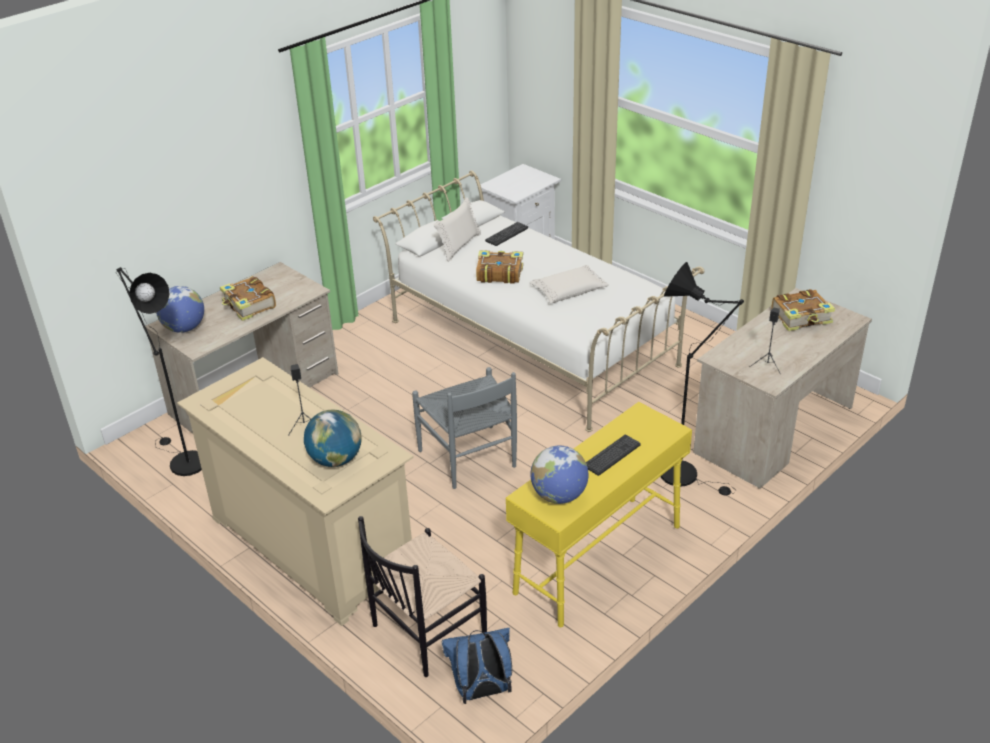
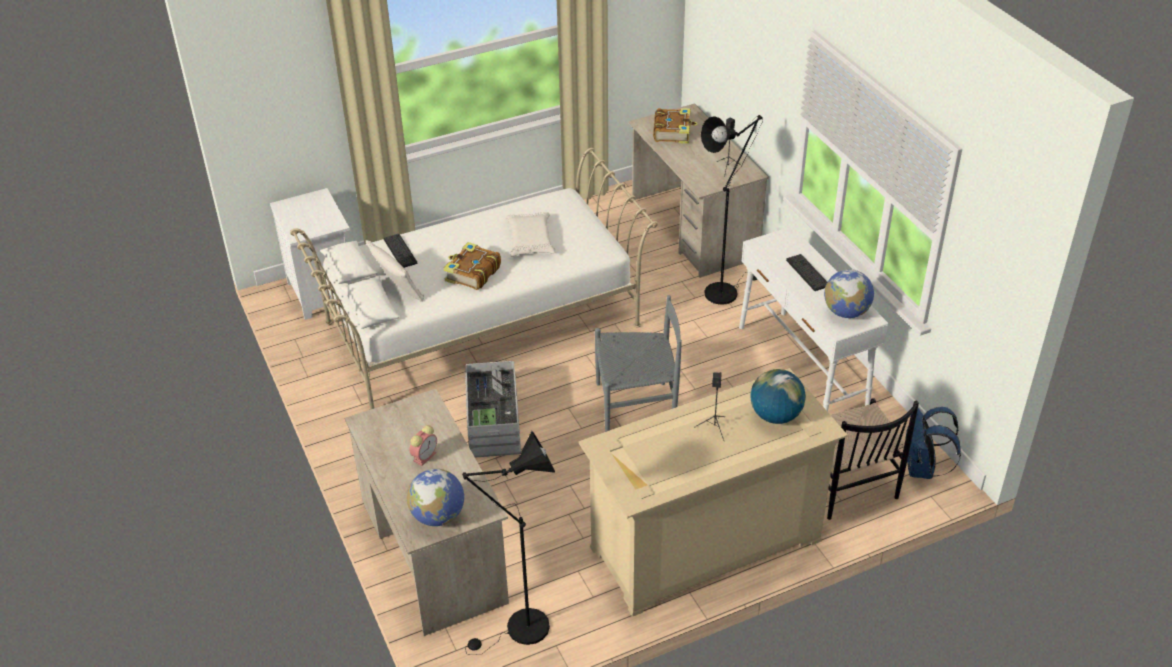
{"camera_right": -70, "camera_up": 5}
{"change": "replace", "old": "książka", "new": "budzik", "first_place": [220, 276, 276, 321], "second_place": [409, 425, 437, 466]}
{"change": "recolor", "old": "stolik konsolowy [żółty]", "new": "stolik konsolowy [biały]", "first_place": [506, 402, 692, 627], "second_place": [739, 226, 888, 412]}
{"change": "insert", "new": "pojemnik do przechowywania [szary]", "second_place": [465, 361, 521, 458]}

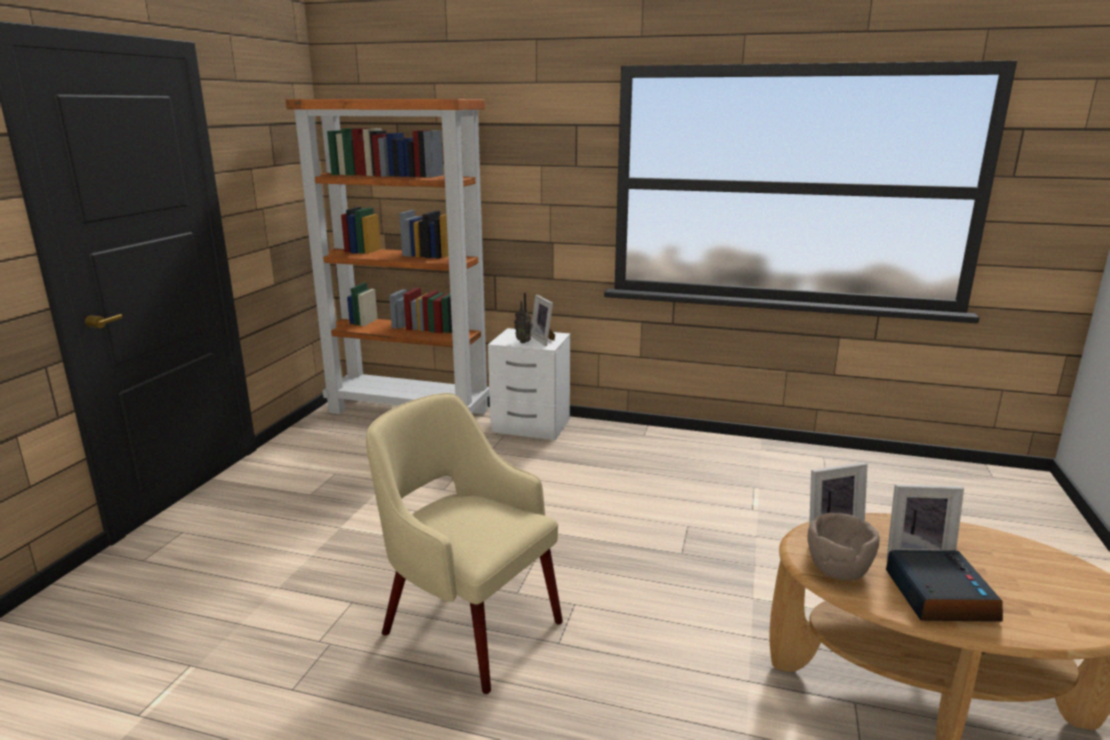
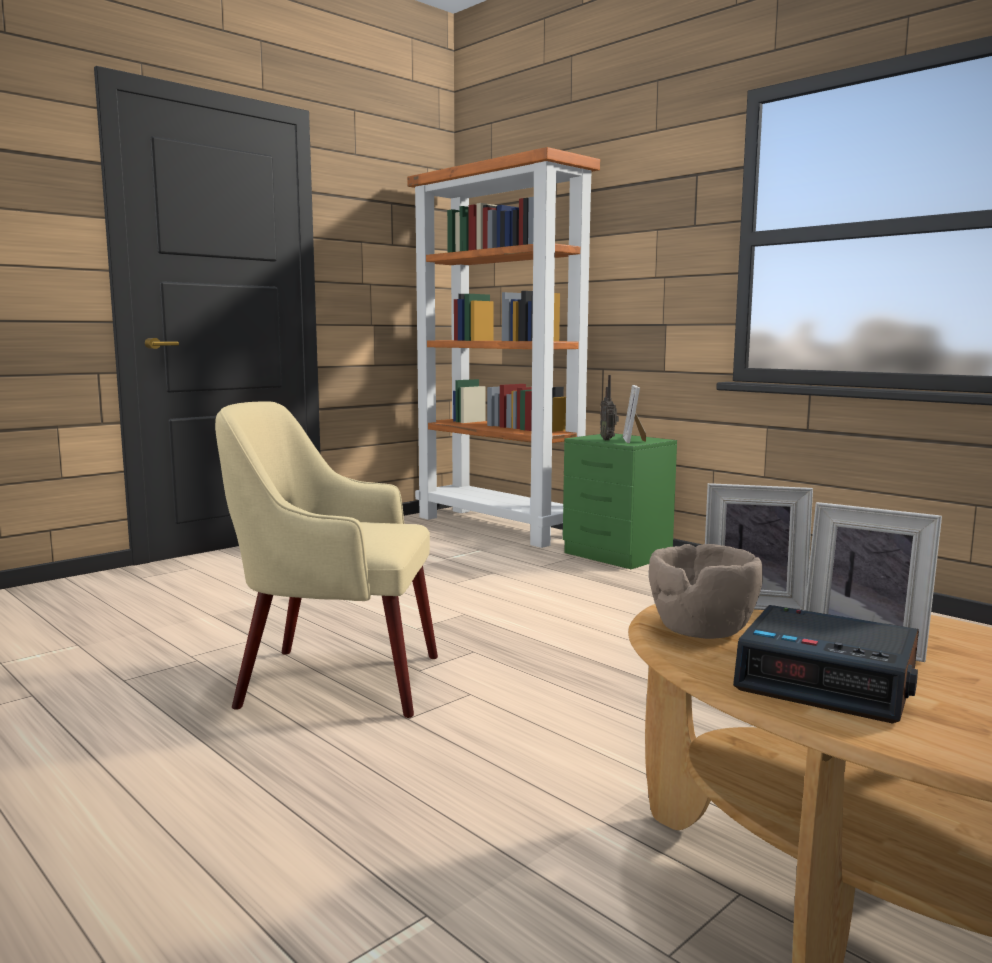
{"camera_right": 30, "camera_up": -10}
{"change": "recolor", "old": "szafka nocna [biały]", "new": "szafka nocna [zielony]", "first_place": [488, 328, 570, 440], "second_place": [563, 434, 677, 569]}
{"change": "rotate", "old": "fotel [beżowy]", "first_place": [366, 393, 563, 694], "second_place": [215, 401, 438, 718], "degrees": -60}
{"change": "rotate", "old": "budzik", "first_place": [886, 550, 1003, 622], "second_place": [733, 605, 919, 724], "degrees": 90}

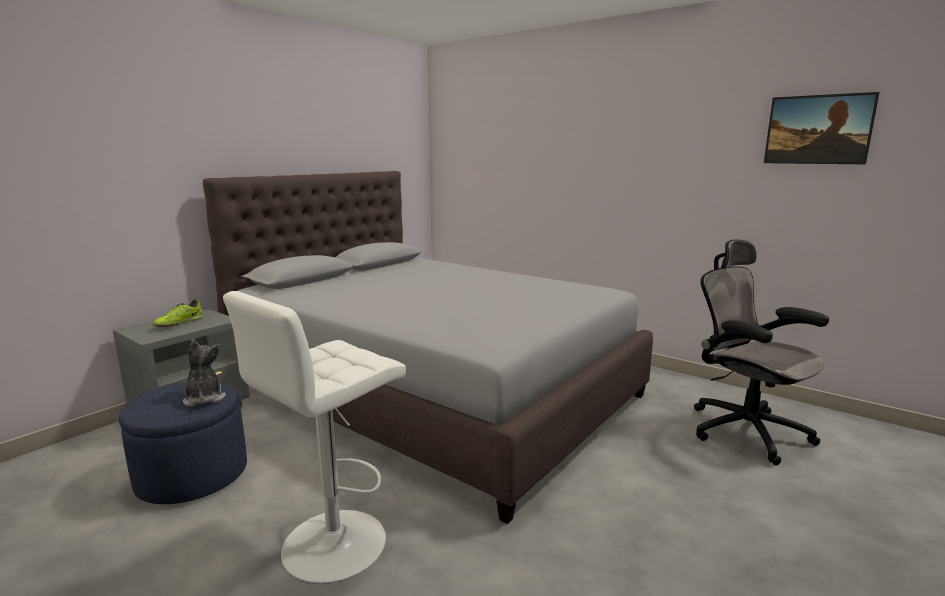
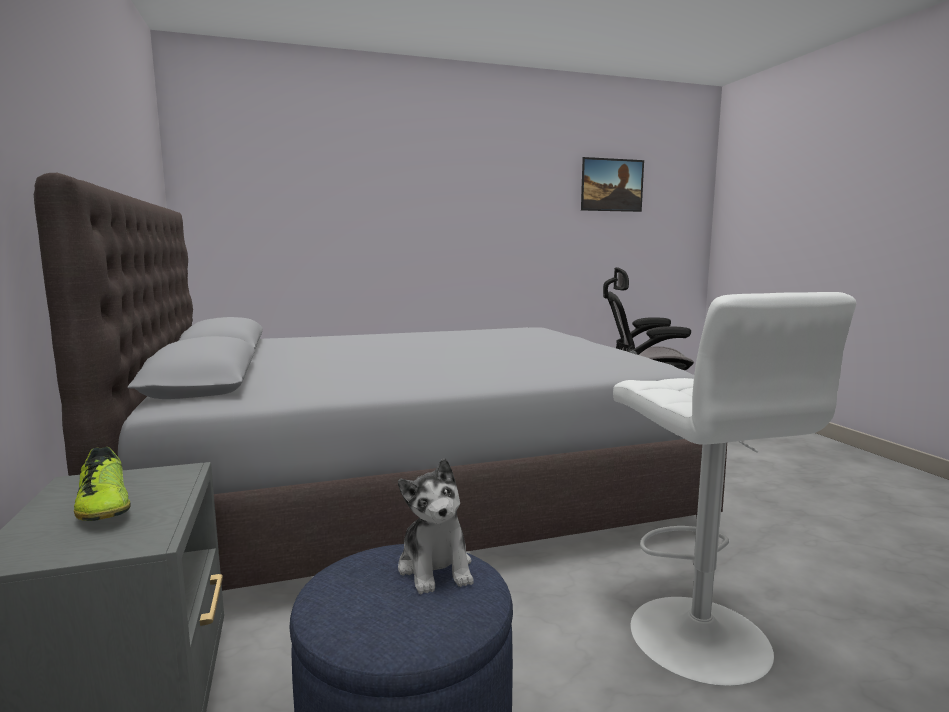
{"camera_right": -55, "camera_up": -5}
{"change": "rotate", "old": "pluszak", "first_place": [183, 339, 226, 407], "second_place": [398, 458, 473, 594], "degrees": -120}

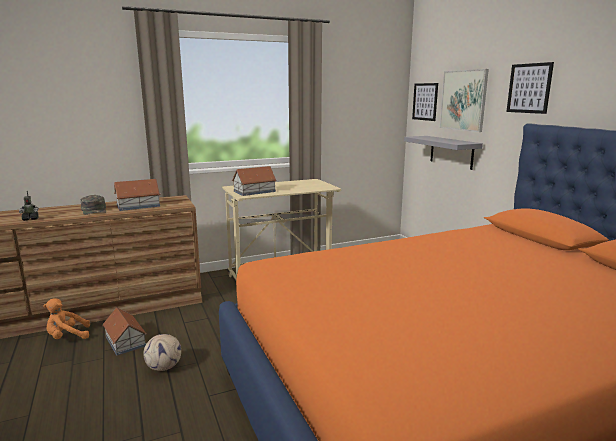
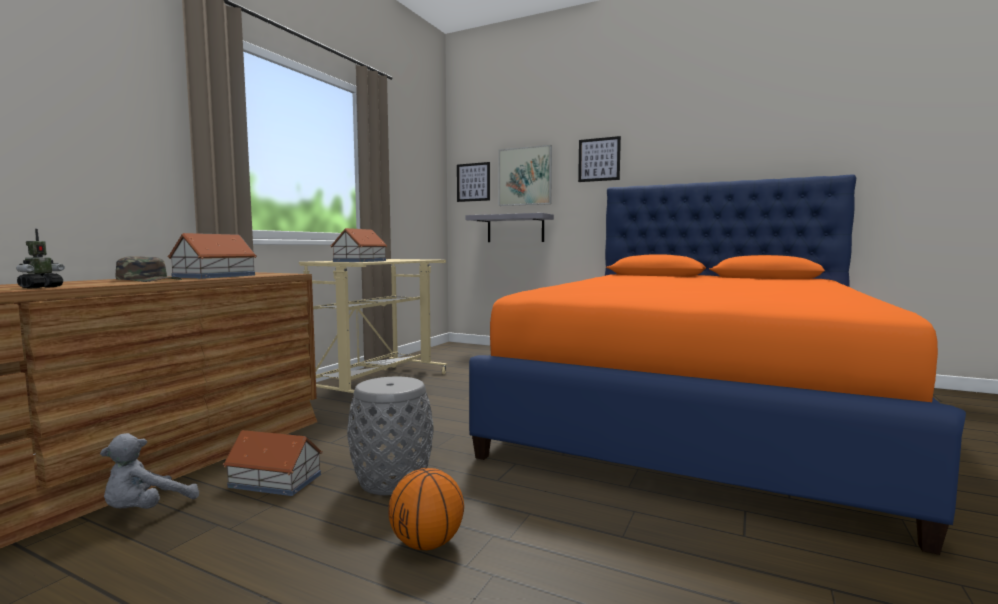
{"camera_right": -40, "camera_up": -10}
{"change": "recolor", "old": "pluszak [pomarańczowy]", "new": "pluszak [szary]", "first_place": [43, 298, 90, 339], "second_place": [100, 433, 199, 509]}
{"change": "replace", "old": "piłka futbolowa", "new": "stołek [szary]", "first_place": [143, 334, 181, 371], "second_place": [347, 377, 433, 495]}
{"change": "insert", "new": "piłka do koszykówki", "second_place": [388, 468, 464, 550]}

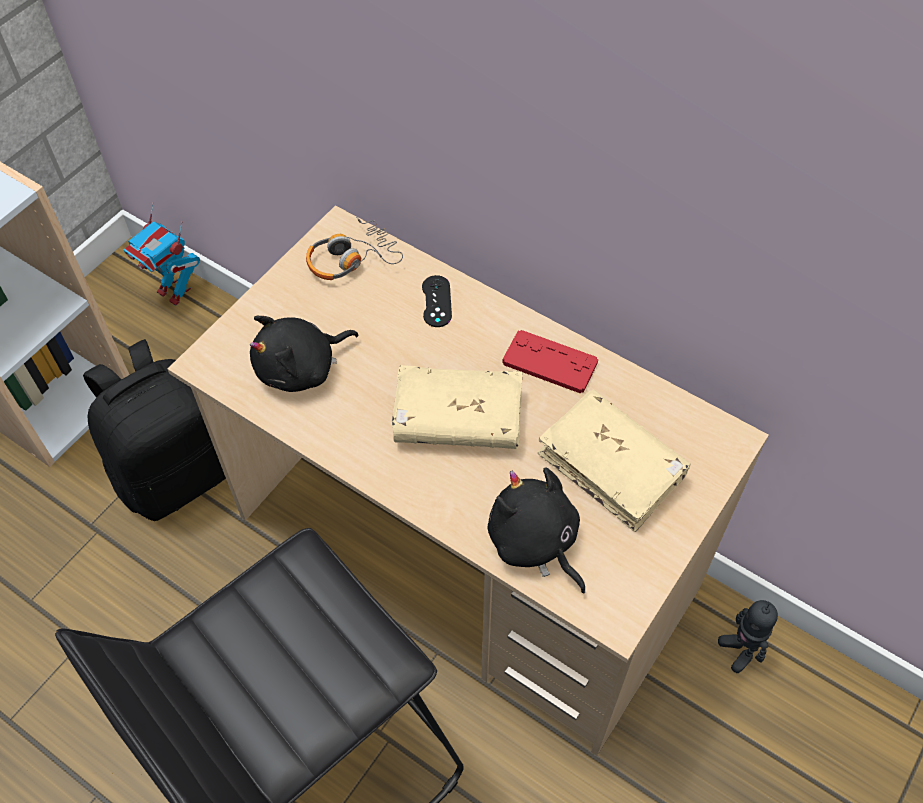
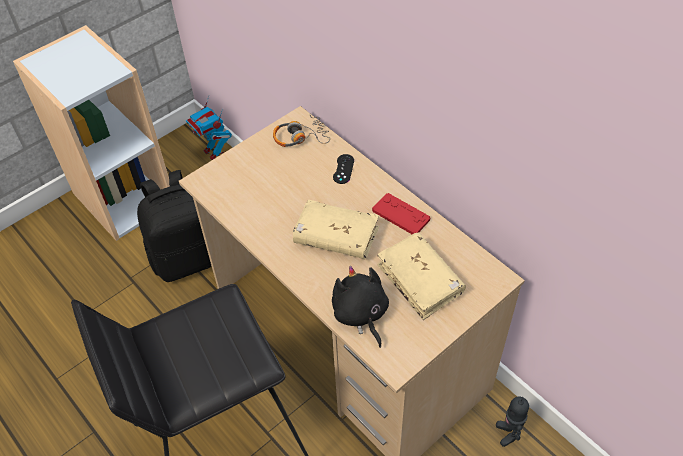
{"camera_right": 15, "camera_up": -5}
{"change": "delete", "old": "pluszak [czarny]", "first_place": [250, 315, 358, 392]}

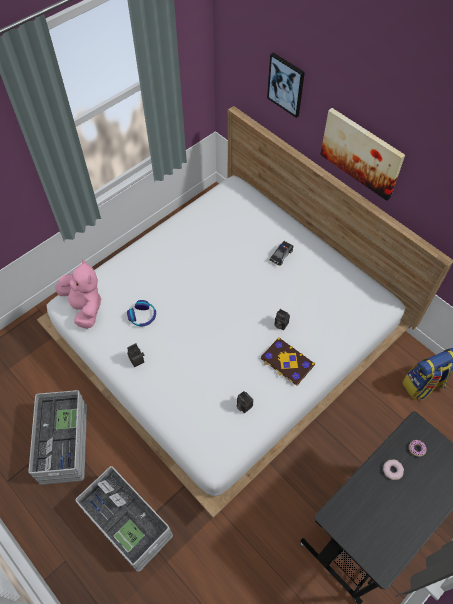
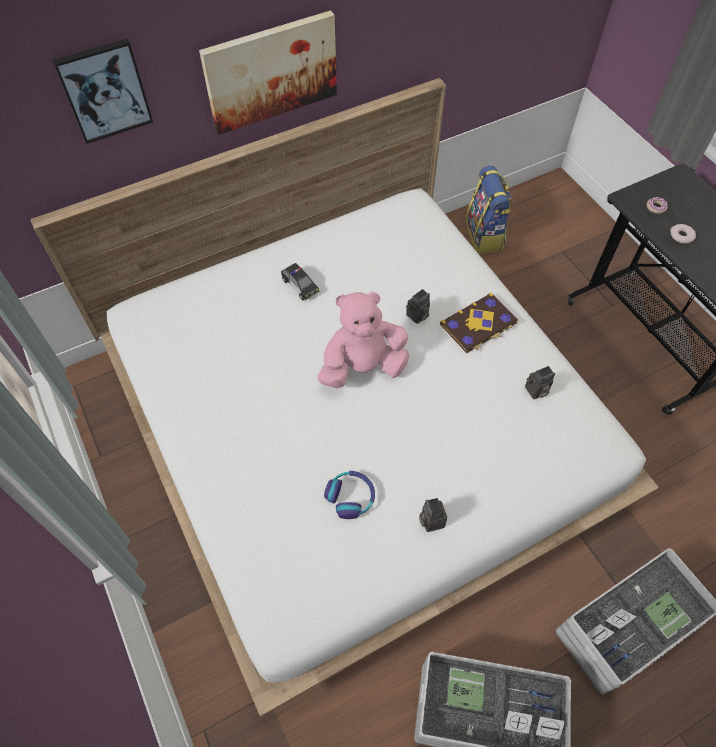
{"camera_right": -75, "camera_up": 0}
{"change": "move", "old": "pluszak [różowy]", "first_place": [55, 259, 101, 329], "second_place": [317, 291, 409, 388]}

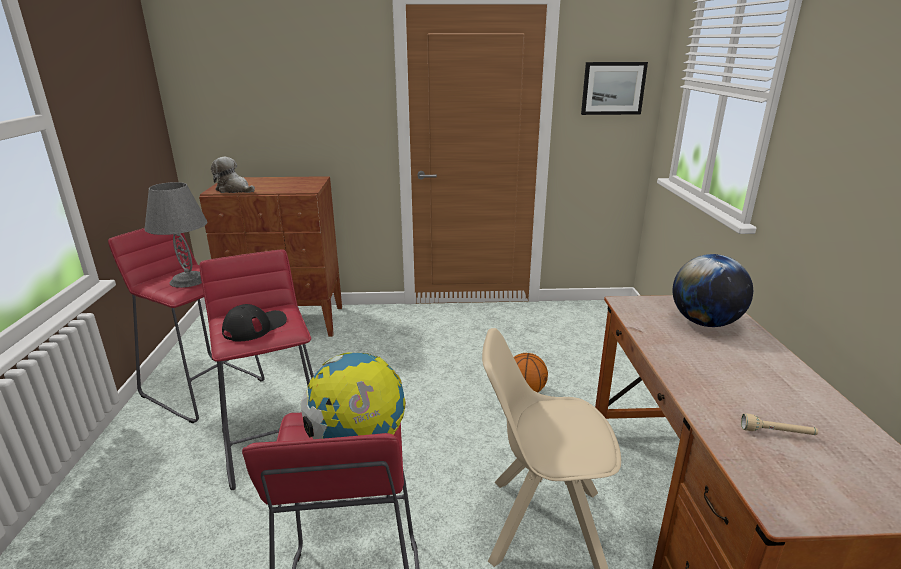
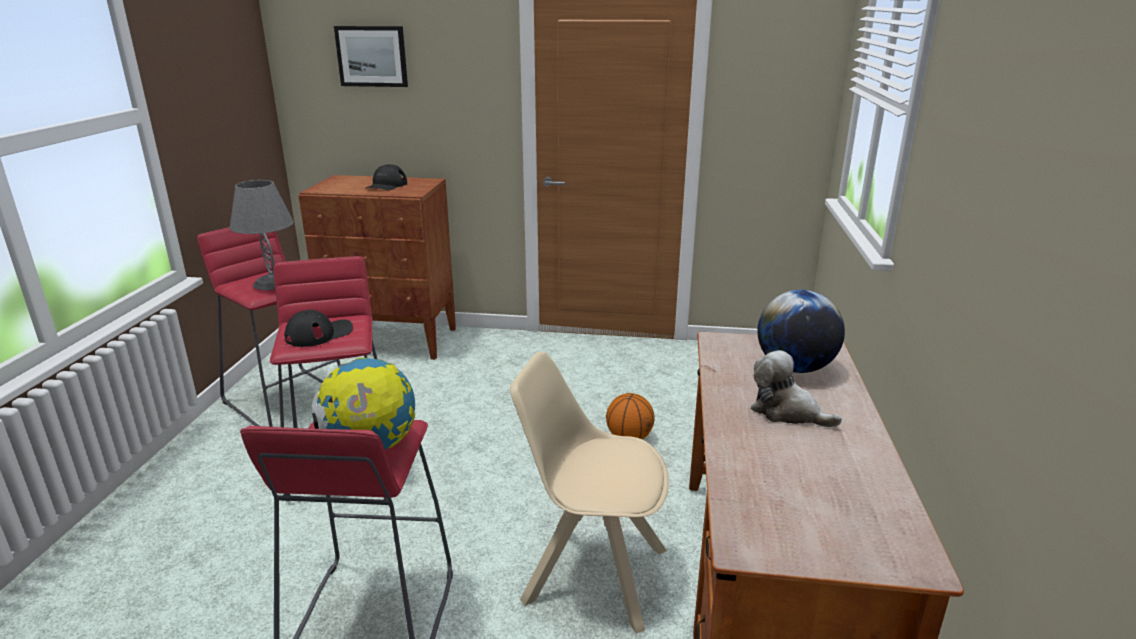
{"camera_right": 10, "camera_up": 0}
{"change": "move", "old": "obraz", "first_place": [581, 62, 648, 115], "second_place": [334, 26, 408, 87]}
{"change": "move", "old": "pluszak", "first_place": [211, 157, 255, 193], "second_place": [751, 350, 842, 427]}
{"change": "delete", "old": "latarka [beżowy]", "first_place": [741, 413, 818, 435]}
{"change": "insert", "new": "czapka z daszkiem [czarny]", "second_place": [366, 164, 407, 190]}

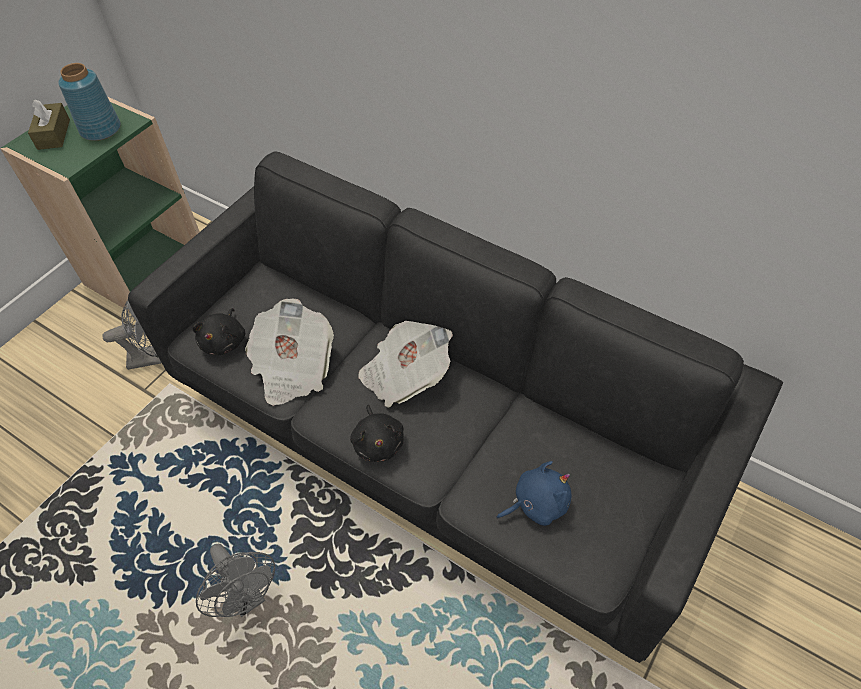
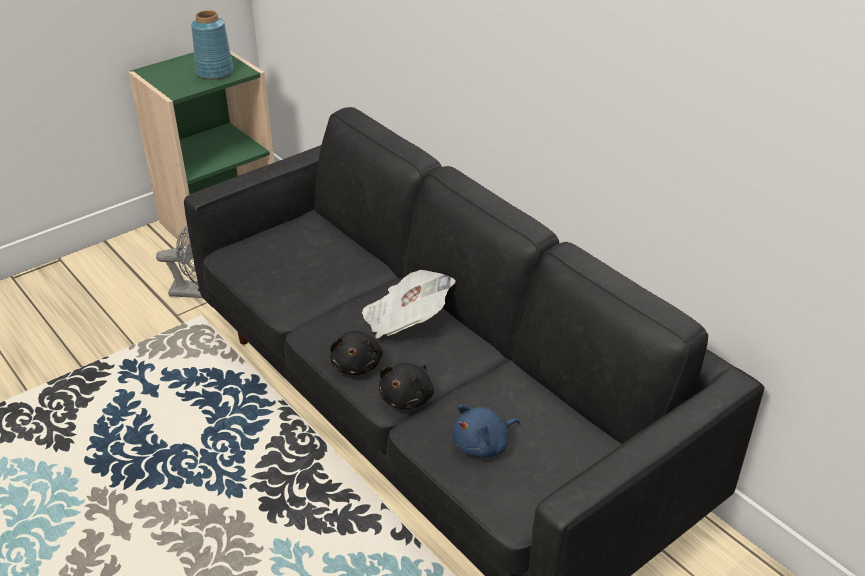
{"camera_right": 15, "camera_up": -15}
{"change": "delete", "old": "pudełko chusteczek [brązowy]", "first_place": [28, 100, 70, 150]}
{"change": "delete", "old": "gazeta", "first_place": [245, 298, 334, 406]}
{"change": "move", "old": "pluszak [czarny]", "first_place": [193, 308, 245, 355], "second_place": [379, 363, 434, 409]}
{"change": "rotate", "old": "pluszak [niebieski]", "first_place": [497, 461, 572, 526], "second_place": [452, 405, 520, 458], "degrees": 150}
{"change": "delete", "old": "wentylator [szary]", "first_place": [196, 544, 275, 617]}

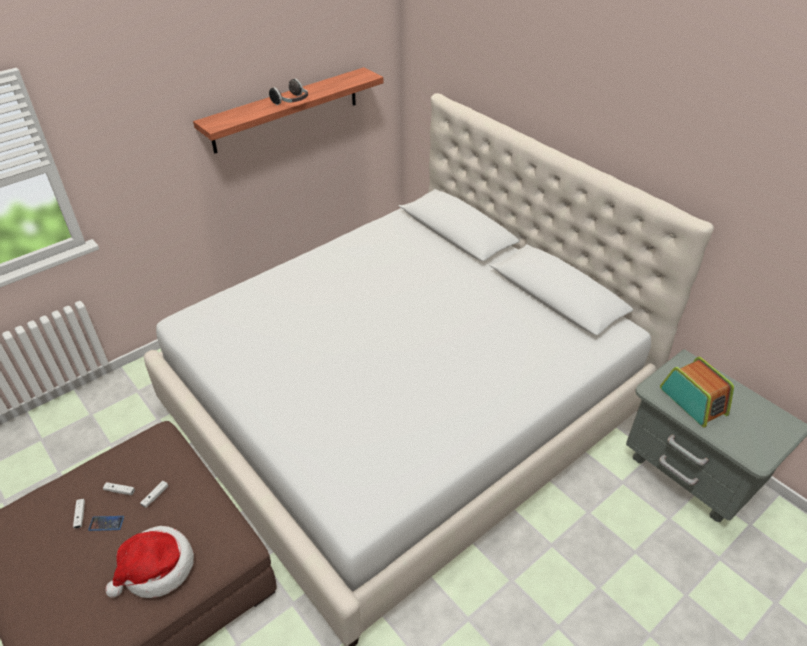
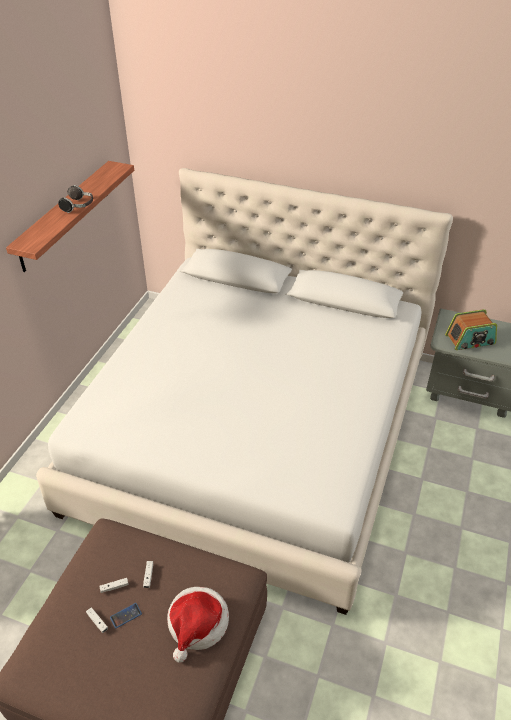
{"camera_right": -30, "camera_up": 0}
{"change": "rotate", "old": "radio", "first_place": [660, 357, 734, 428], "second_place": [445, 309, 497, 350], "degrees": 135}

